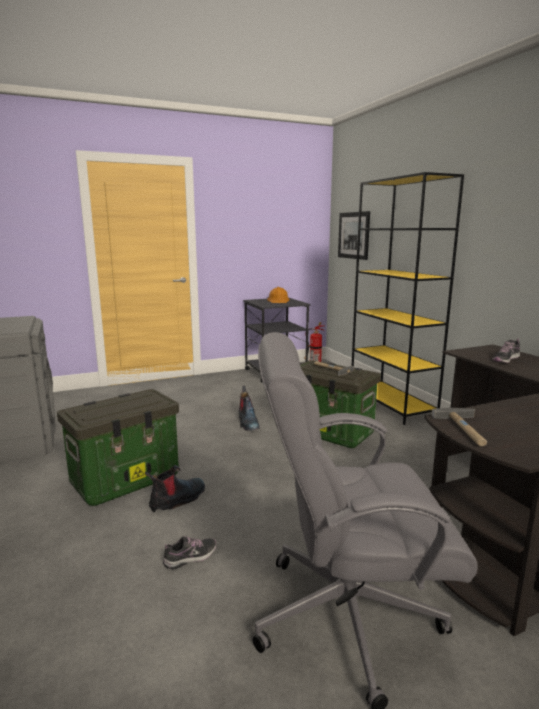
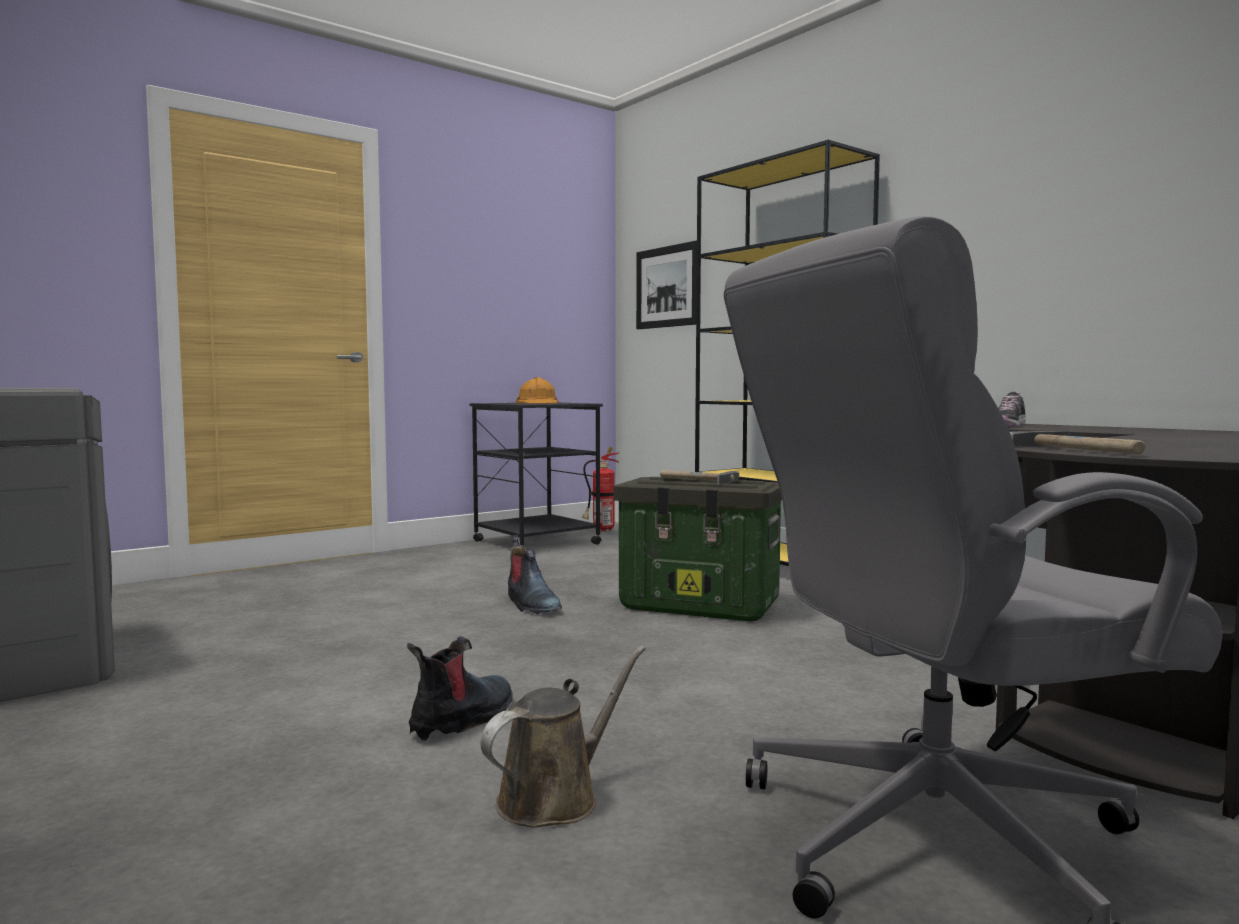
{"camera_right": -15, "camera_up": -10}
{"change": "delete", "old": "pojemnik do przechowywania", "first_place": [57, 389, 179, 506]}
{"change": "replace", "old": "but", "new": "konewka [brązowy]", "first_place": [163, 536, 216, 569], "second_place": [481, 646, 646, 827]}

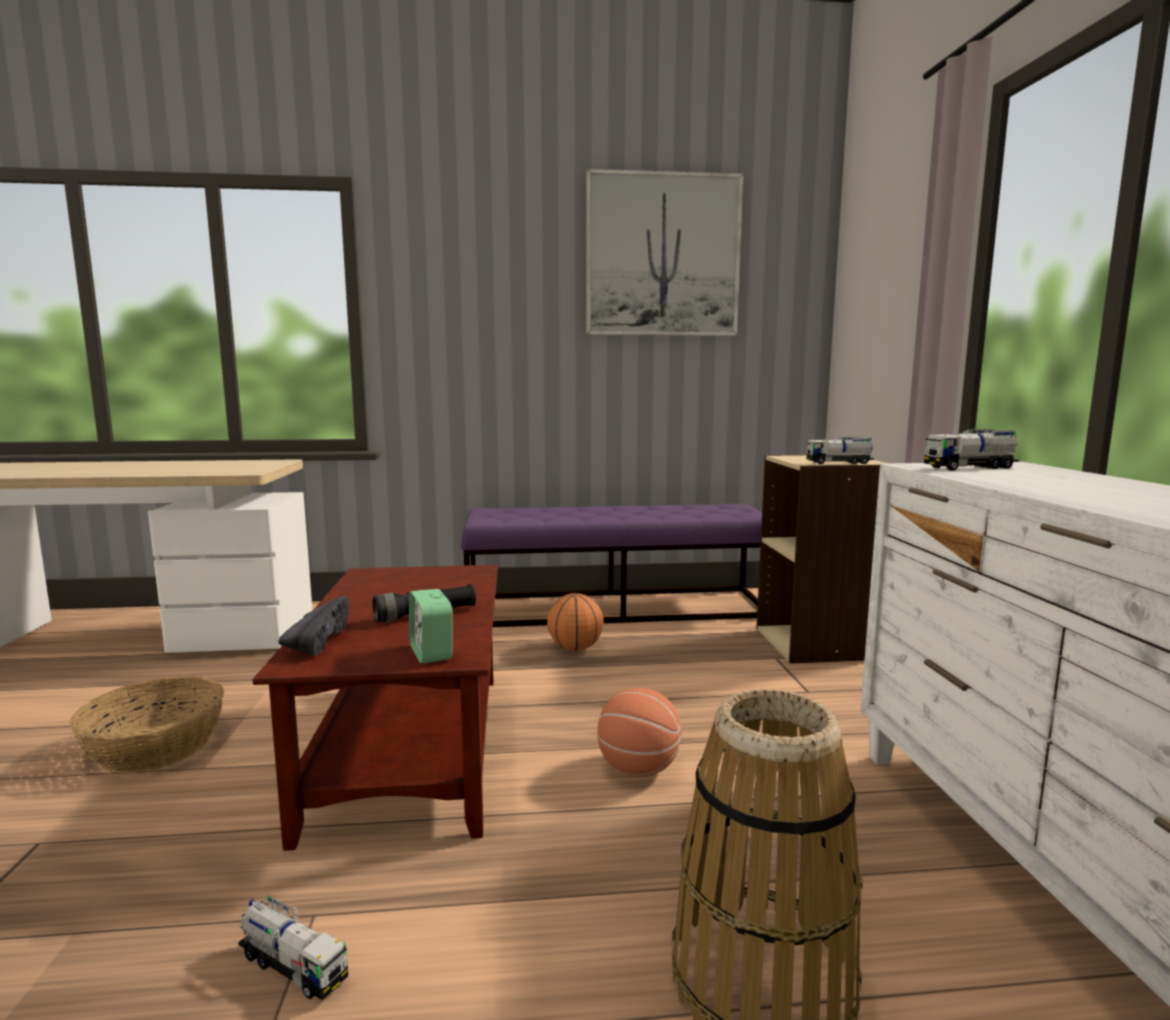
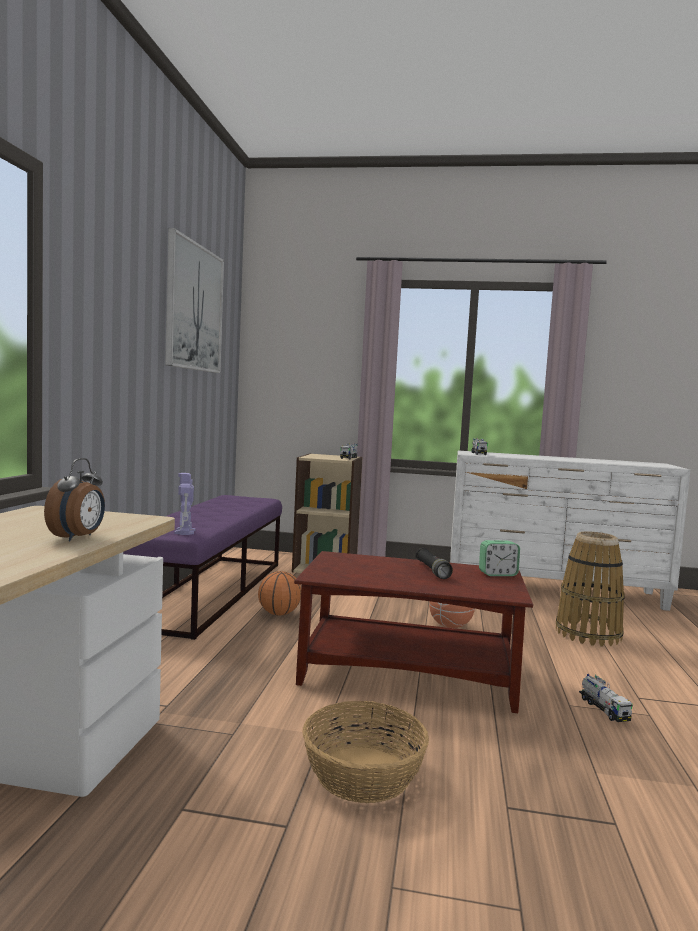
{"camera_right": -75, "camera_up": -5}
{"change": "delete", "old": "but [czarny]", "first_place": [279, 596, 349, 656]}
{"change": "rotate", "old": "ciężarówka zabawkowa", "first_place": [238, 894, 348, 1000], "second_place": [579, 674, 633, 722], "degrees": 120}
{"change": "insert", "new": "budzik", "second_place": [44, 458, 105, 541]}
{"change": "insert", "new": "robot zabawkowy", "second_place": [174, 473, 195, 535]}

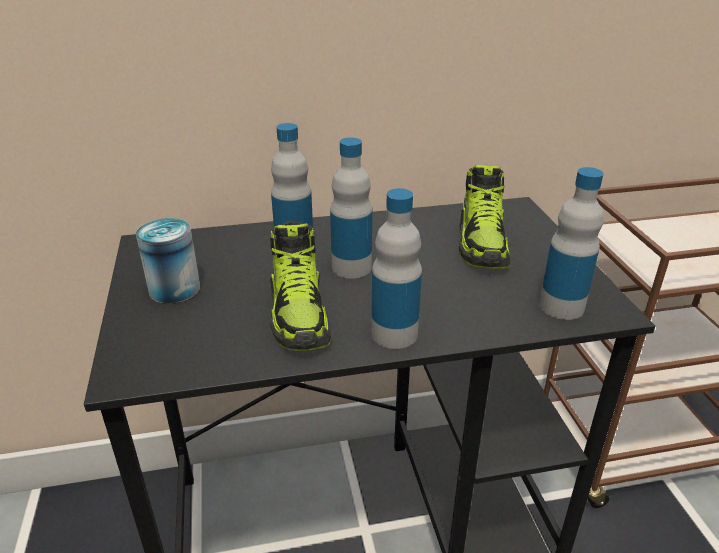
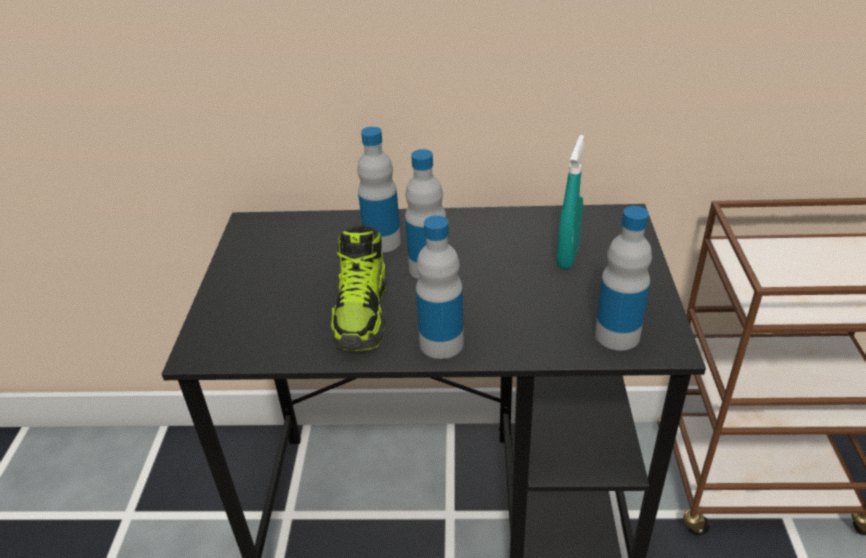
{"camera_right": 15, "camera_up": 5}
{"change": "replace", "old": "but", "new": "spryskiwacz [turkusowy]", "first_place": [459, 165, 510, 269], "second_place": [557, 135, 584, 269]}
{"change": "delete", "old": "puszka", "first_place": [136, 218, 200, 304]}

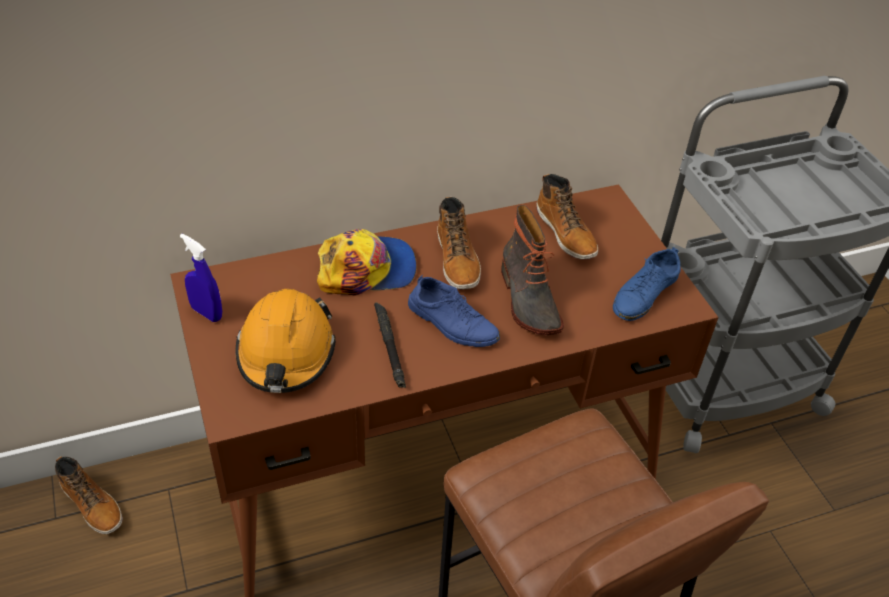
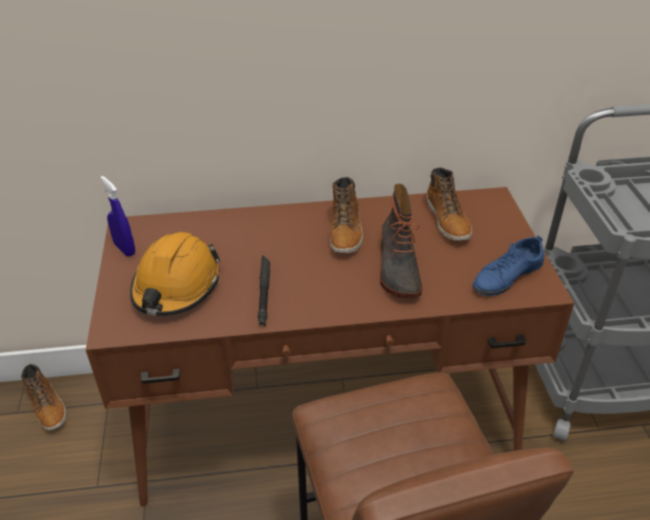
{"camera_right": 15, "camera_up": -5}
{"change": "delete", "old": "czapka z daszkiem", "first_place": [317, 229, 417, 296]}
{"change": "delete", "old": "but [niebieski]", "first_place": [408, 275, 500, 347]}

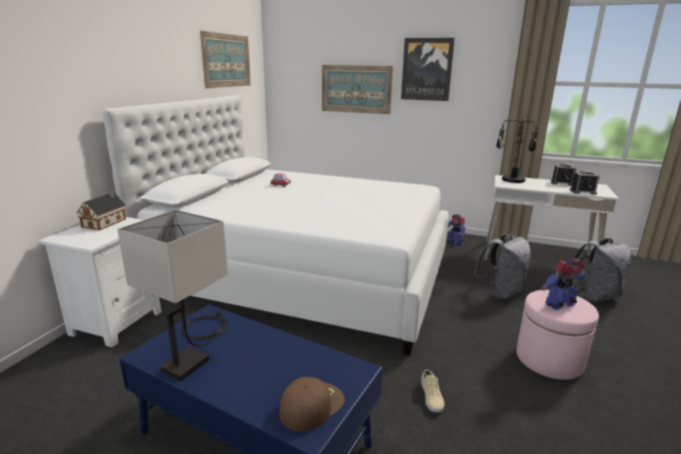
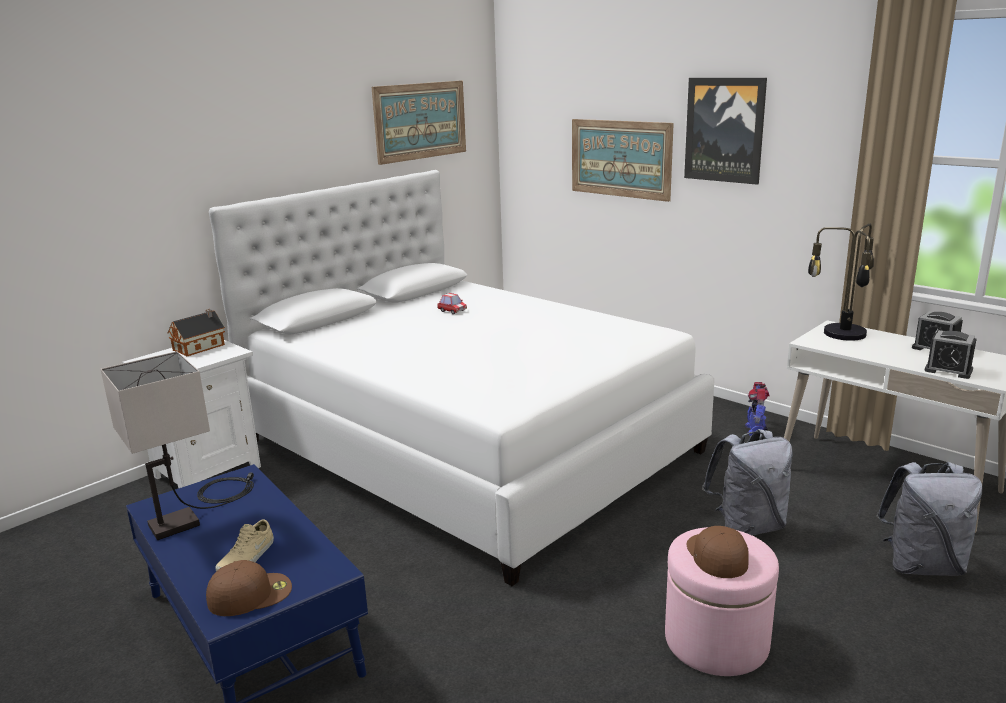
{"camera_right": 25, "camera_up": 0}
{"change": "replace", "old": "robot zabawkowy", "new": "czapka z daszkiem [brązowy]", "first_place": [542, 258, 585, 310], "second_place": [687, 526, 749, 578]}
{"change": "move", "old": "but [beżowy]", "first_place": [421, 370, 445, 413], "second_place": [215, 519, 274, 571]}

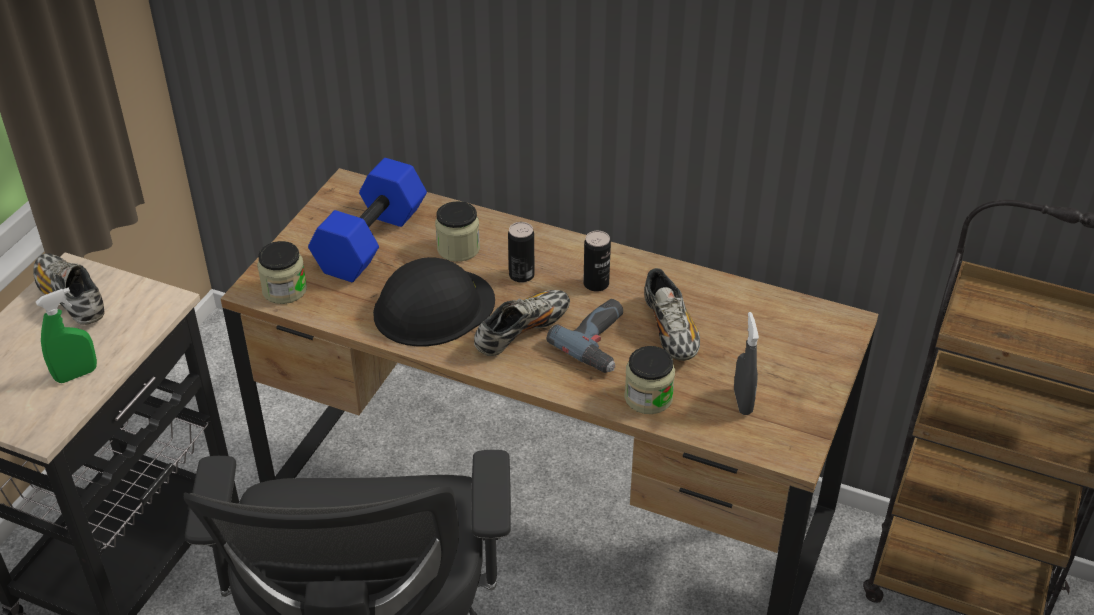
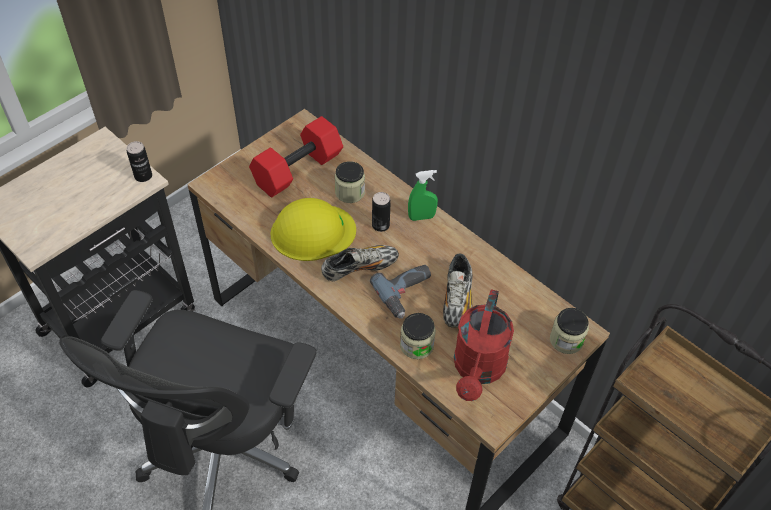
{"camera_right": 20, "camera_up": 10}
{"change": "recolor", "old": "hantel [niebieski]", "new": "hantel [czerwony]", "first_place": [308, 158, 427, 282], "second_place": [249, 116, 343, 197]}
{"change": "move", "old": "puszka", "first_place": [583, 231, 611, 292], "second_place": [126, 141, 152, 182]}
{"change": "move", "old": "słoik", "first_place": [257, 241, 307, 304], "second_place": [550, 308, 589, 354]}
{"change": "delete", "old": "but", "first_place": [33, 253, 105, 325]}
{"change": "recolor", "old": "kask [czarny]", "new": "kask [żółty]", "first_place": [373, 257, 495, 347], "second_place": [271, 198, 356, 261]}
{"change": "move", "old": "spryskiwacz [zielony]", "first_place": [36, 287, 97, 383], "second_place": [408, 170, 438, 221]}
{"change": "replace", "old": "spryskiwacz [szary]", "new": "konewka [czerwony]", "first_place": [734, 312, 759, 415], "second_place": [454, 289, 514, 401]}

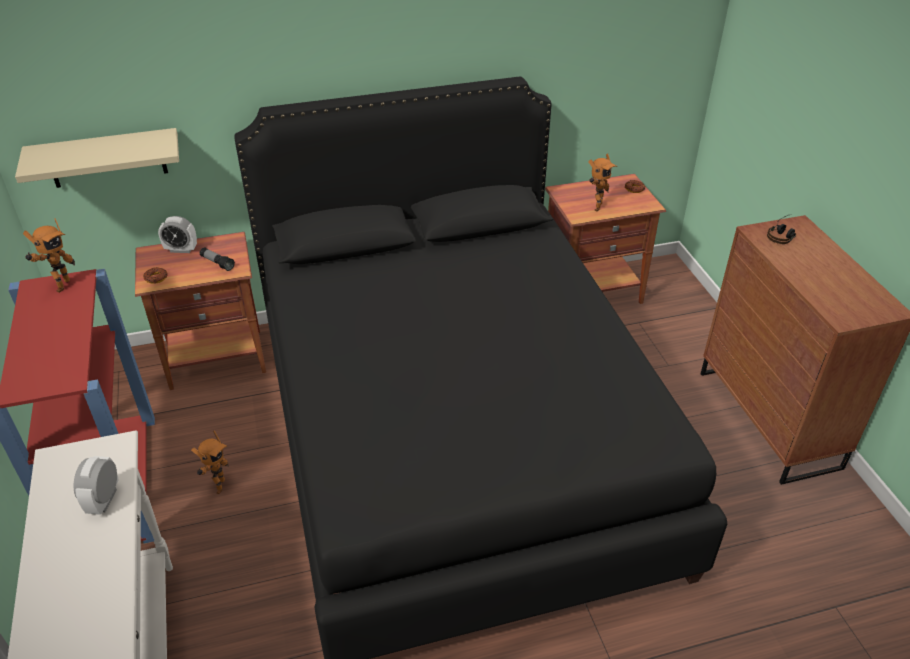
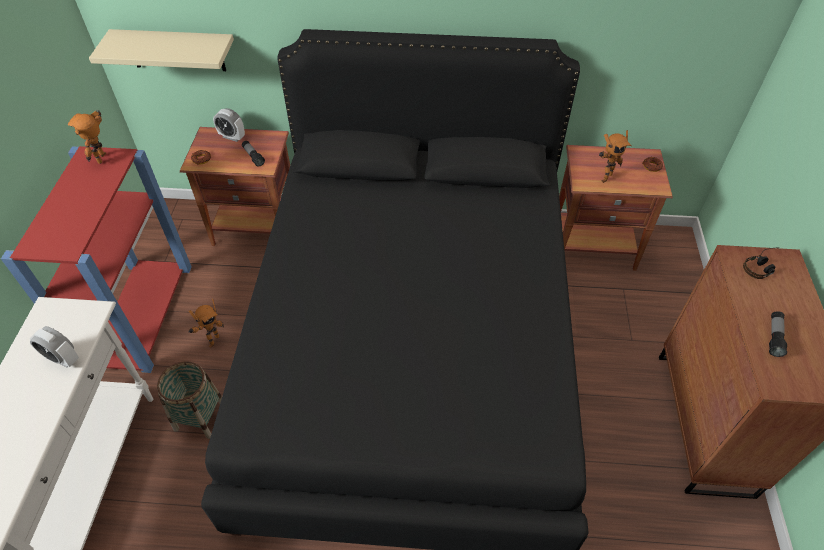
{"camera_right": 20, "camera_up": 10}
{"change": "rotate", "old": "robot zabawkowy", "first_place": [23, 218, 75, 293], "second_place": [68, 110, 106, 164], "degrees": 150}
{"change": "rotate", "old": "budzik", "first_place": [74, 456, 119, 515], "second_place": [30, 326, 79, 368], "degrees": -90}
{"change": "insert", "new": "latarka", "second_place": [769, 311, 787, 357]}
{"change": "insert", "new": "koszyk", "second_place": [157, 361, 222, 439]}

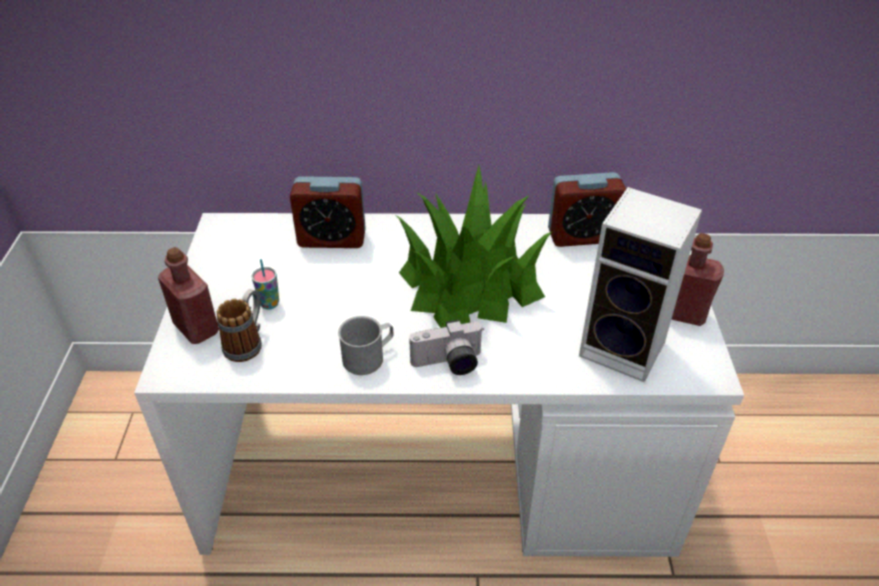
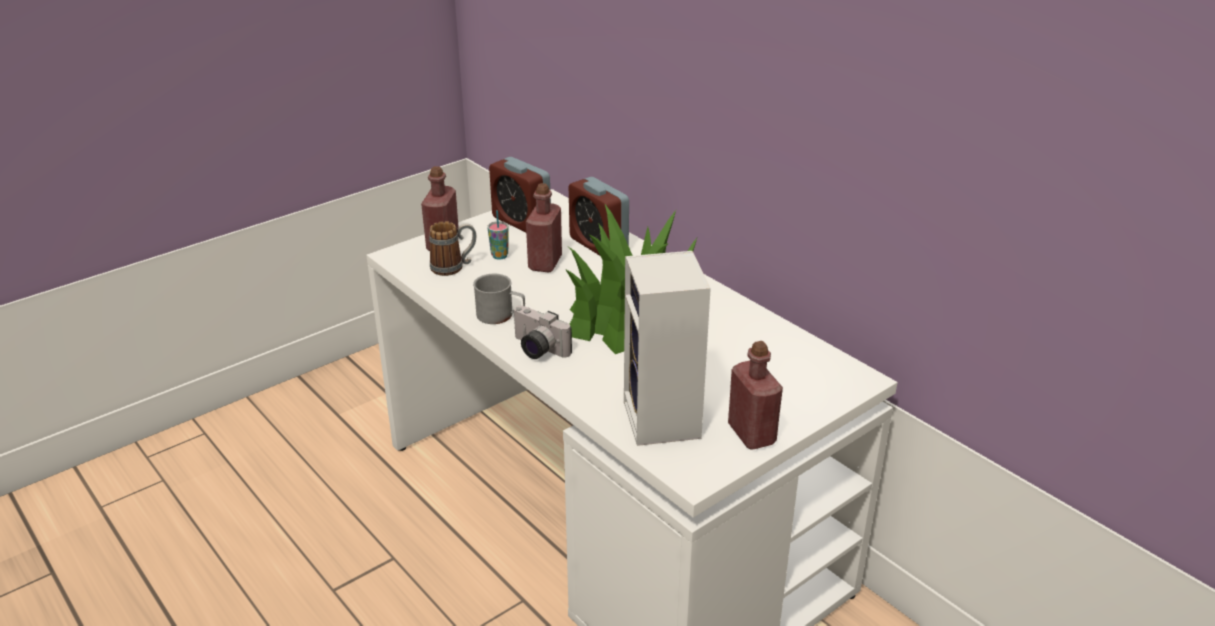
{"camera_right": 50, "camera_up": -10}
{"change": "move", "old": "budzik", "first_place": [548, 172, 626, 247], "second_place": [489, 157, 551, 232]}
{"change": "insert", "new": "butelka [czerwony]", "second_place": [526, 183, 562, 272]}

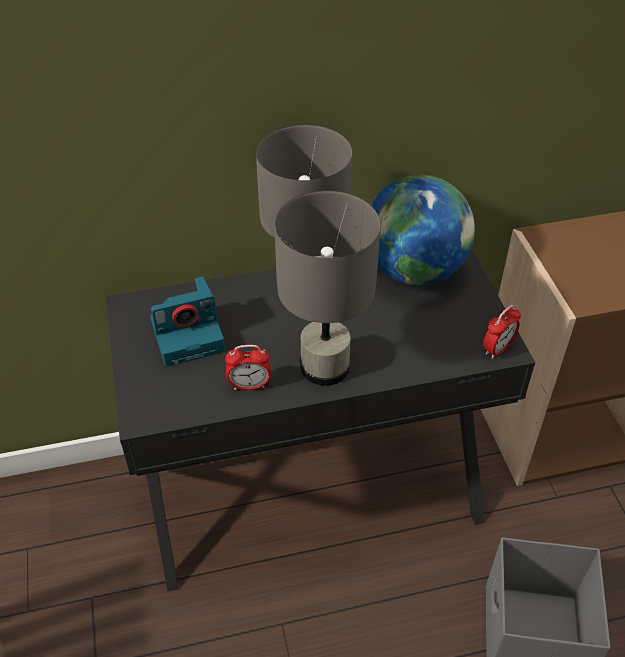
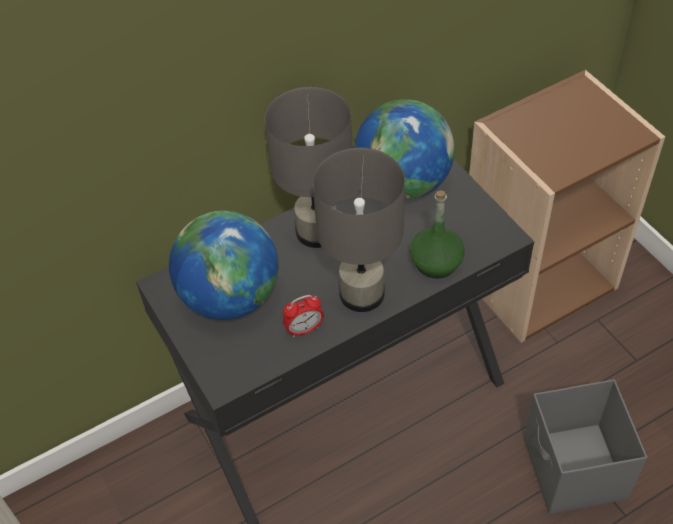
{"camera_right": -15, "camera_up": 5}
{"change": "replace", "old": "aparat fotograficzny", "new": "globus", "first_place": [150, 276, 225, 366], "second_place": [169, 211, 278, 320]}
{"change": "delete", "old": "budzik", "first_place": [483, 305, 521, 359]}
{"change": "insert", "new": "butelka [zielony]", "second_place": [410, 190, 465, 278]}

